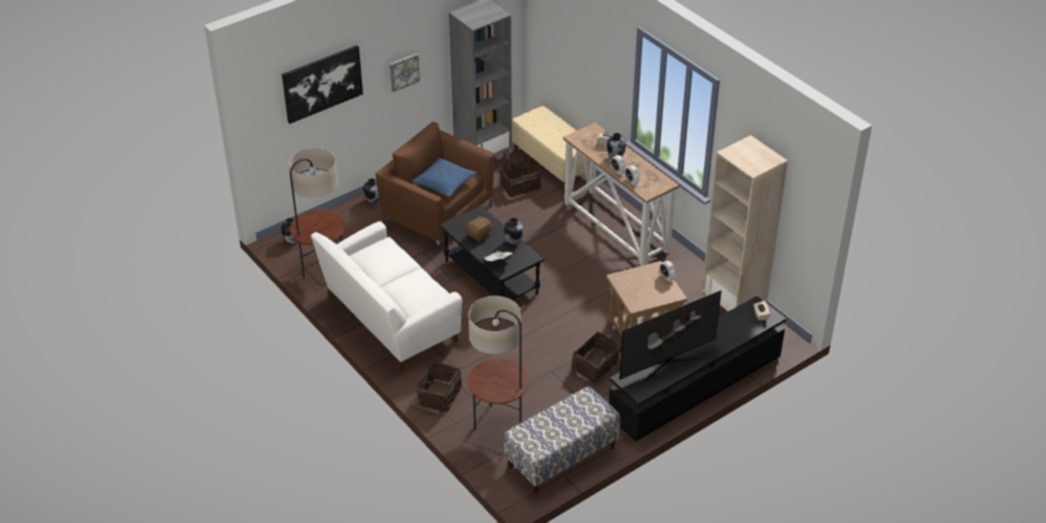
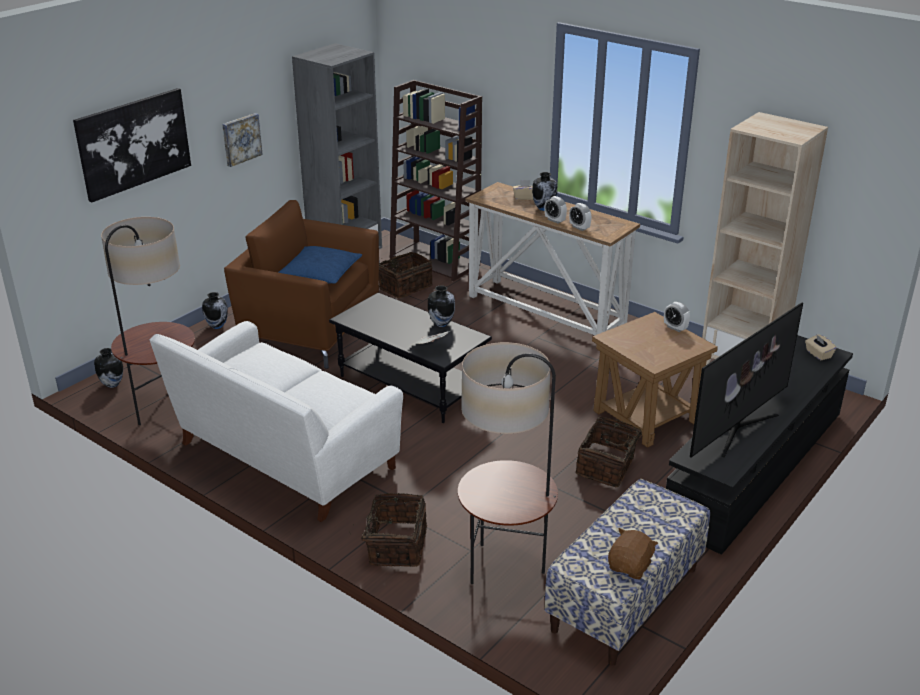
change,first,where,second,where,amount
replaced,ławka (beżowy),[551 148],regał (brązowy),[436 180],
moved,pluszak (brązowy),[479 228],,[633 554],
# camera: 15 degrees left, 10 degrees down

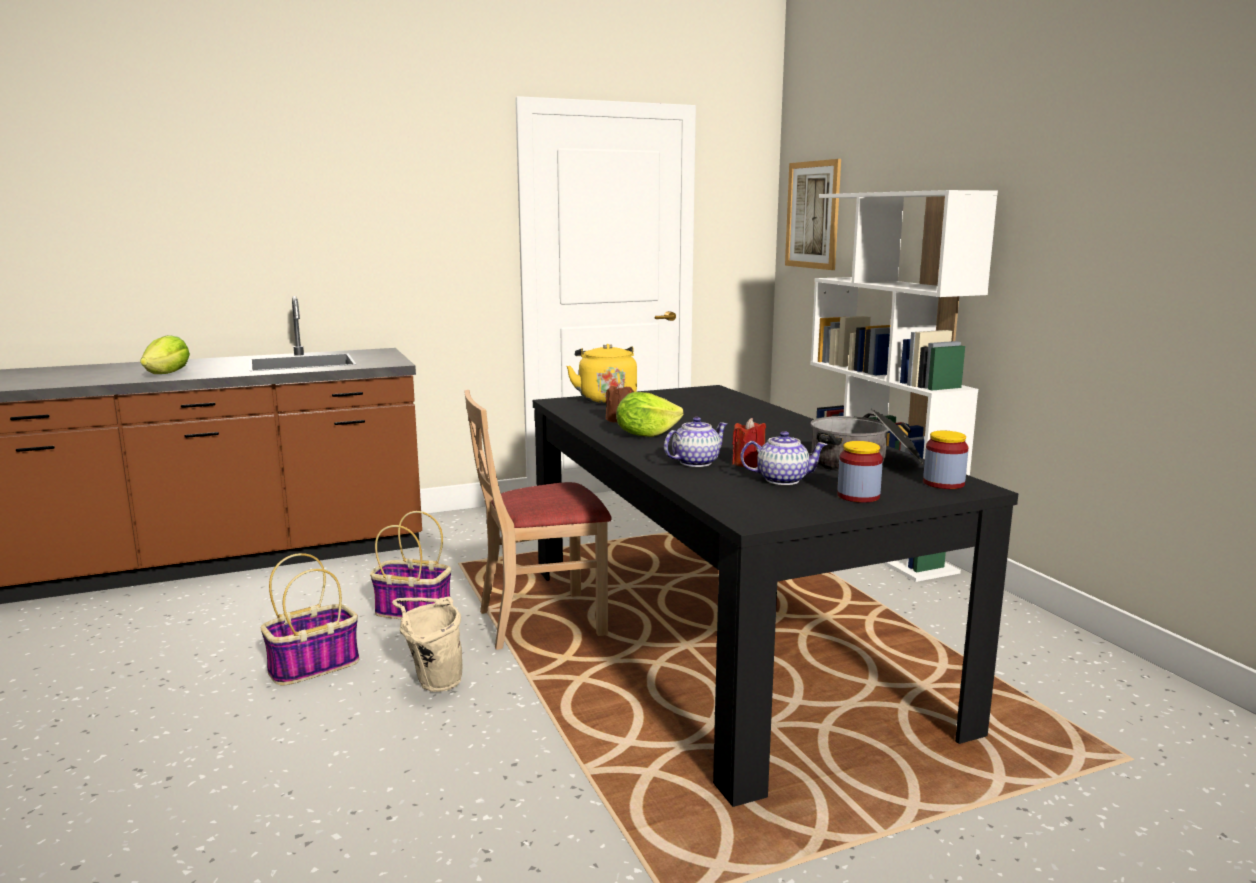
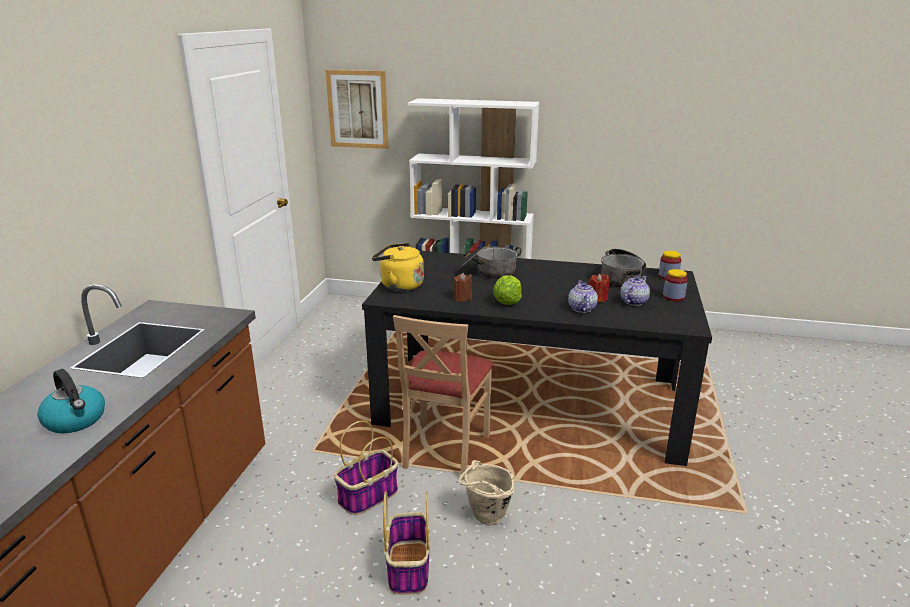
change,first,where,second,where,amount
replaced,sałata,[165 354],czajnik,[71 401],
added,,,garnek,[488 262],
# camera: 55 degrees left, 10 degrees up

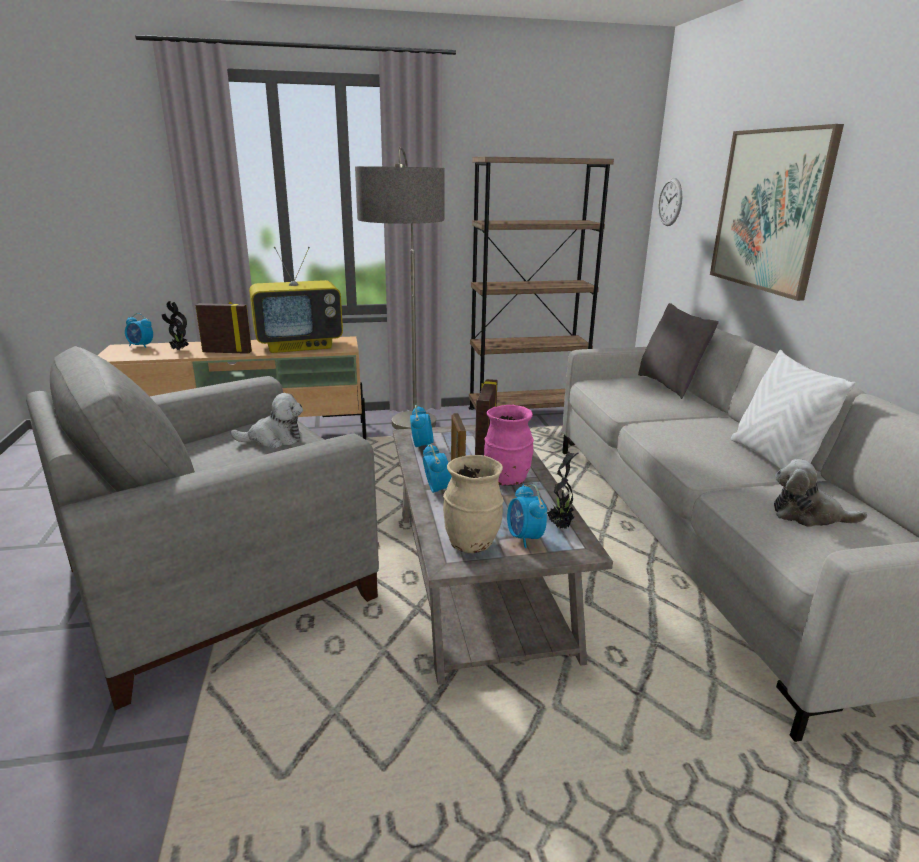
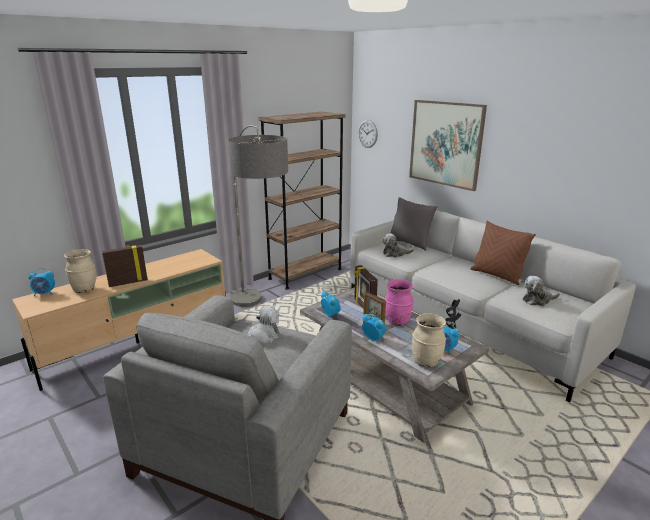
change,first,where,second,where,amount
replaced,roślina doniczkowa,[175 325],wazon (beżowy),[80 271],
added,,,pluszak,[398 245],
recoloured,poduszka (biały),[793 409],poduszka (brązowy),[503 253],
removed,telewizor,[296 300],,,
# camera: 30 degrees left, 0 degrees up

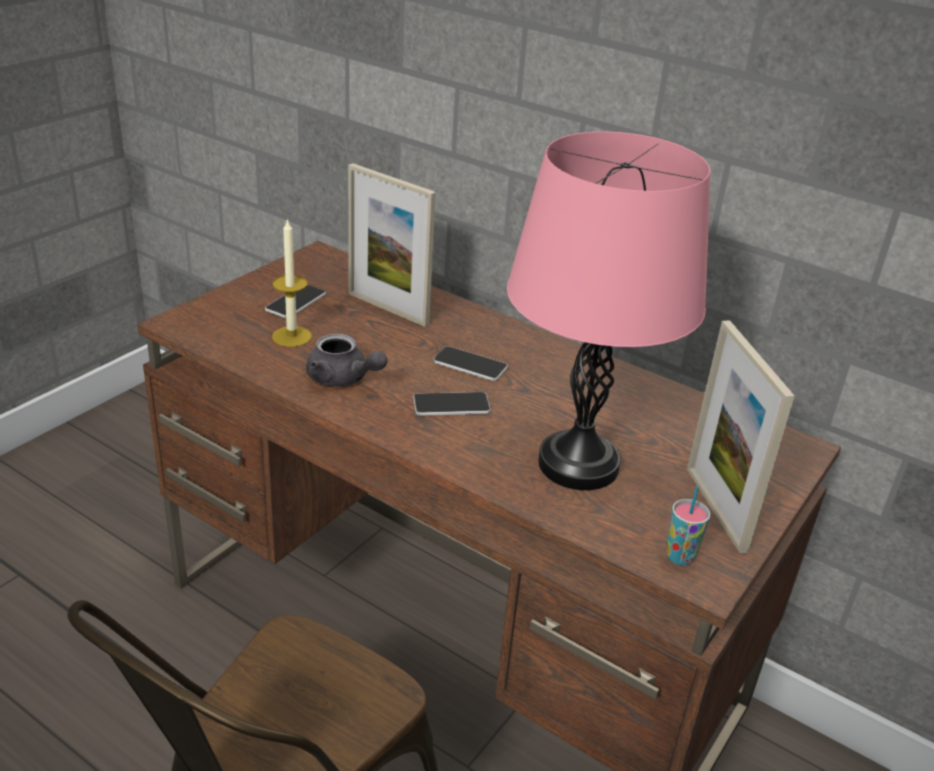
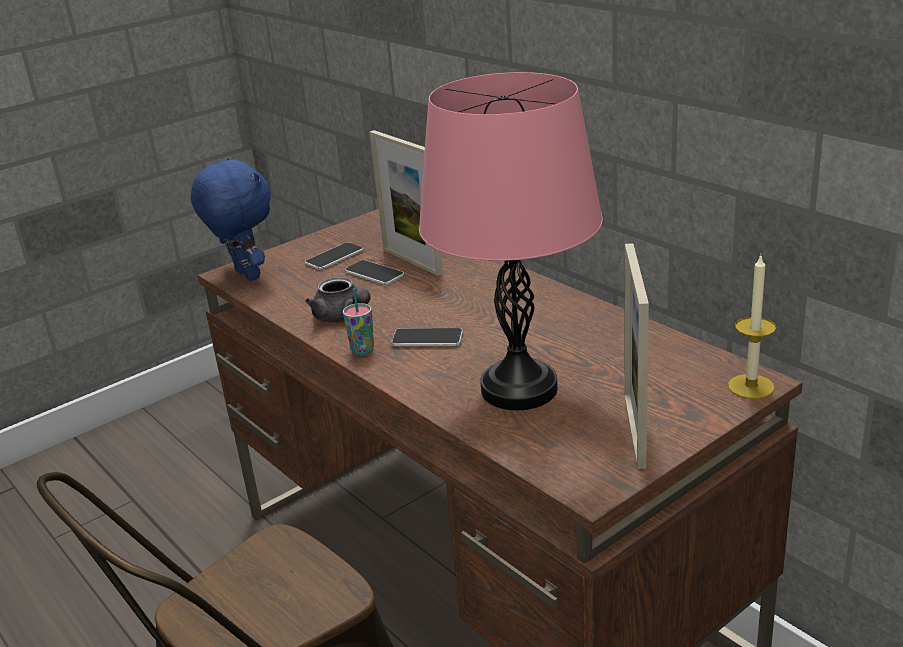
change,first,where,second,where,amount
added,,,pluszak (niebieski),[231 219],
moved,filiżanka,[688 525],,[358 322],
moved,telefon,[470 363],,[374 272],
moved,świeca,[292 282],,[752 327],
# camera: 20 degrees right, 5 degrees down

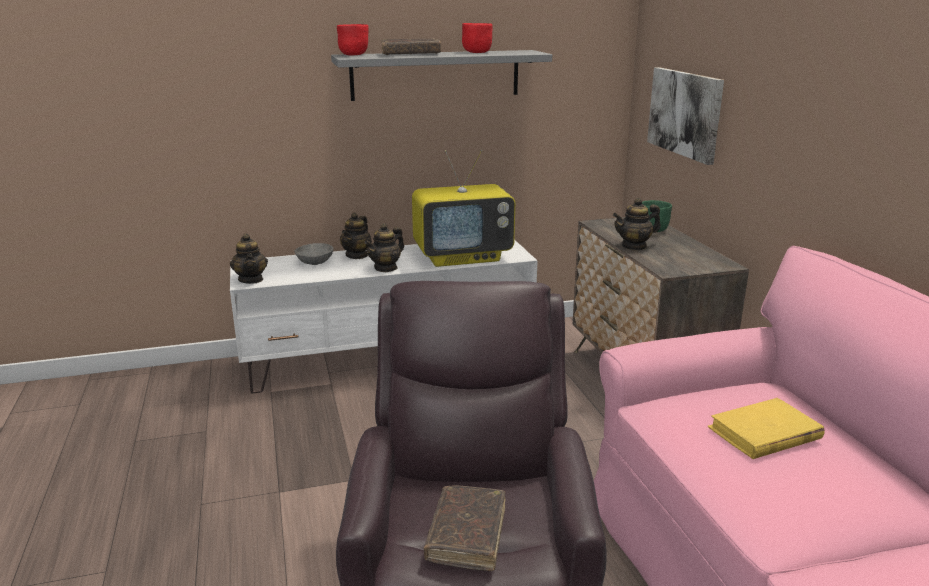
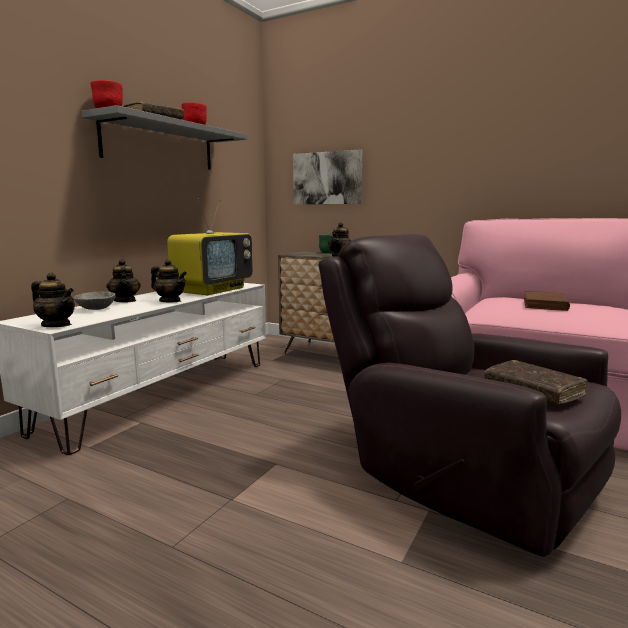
change,first,where,second,where,amount
turned,imbryk,[384 247],,[169 280],60 degrees counterclockwise
recoloured,książka (żółty),[766 428],książka (brązowy),[547 301],
# camera: 45 degrees left, 10 degrees down

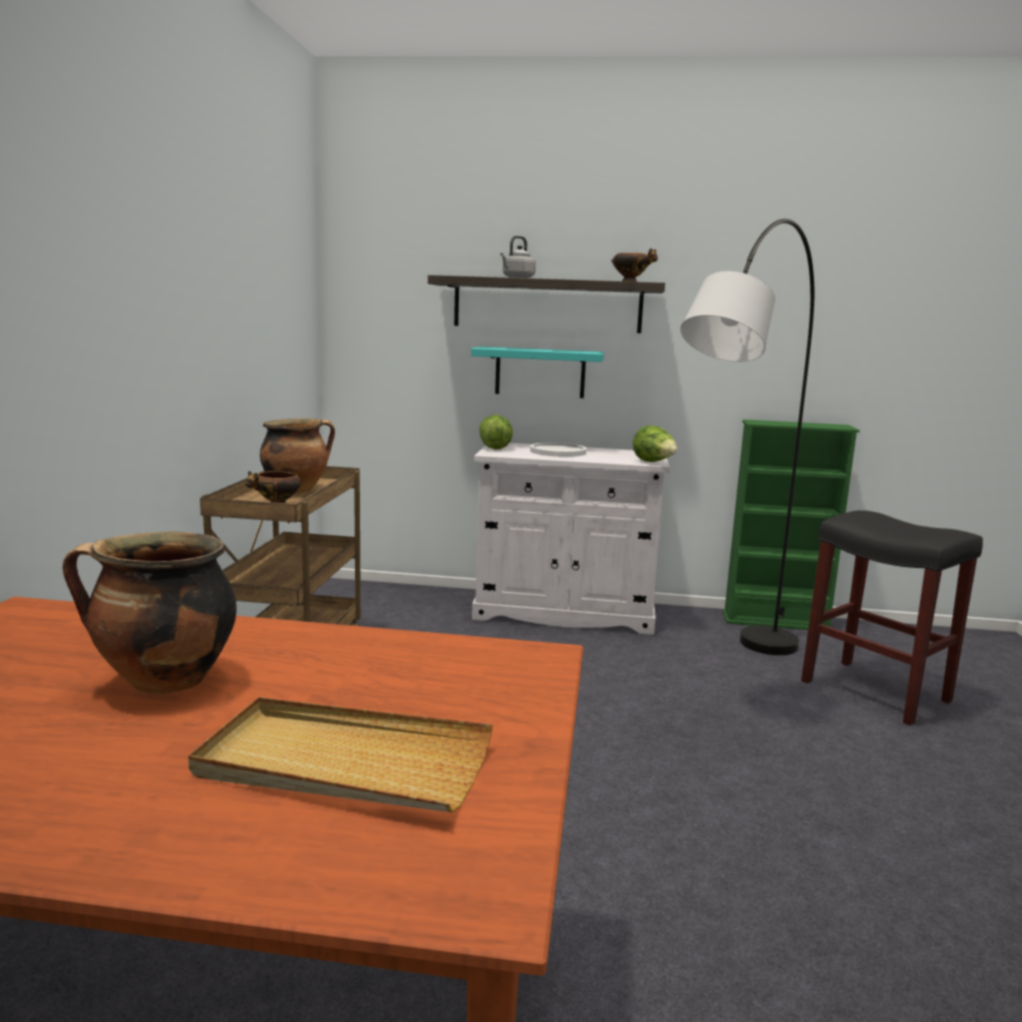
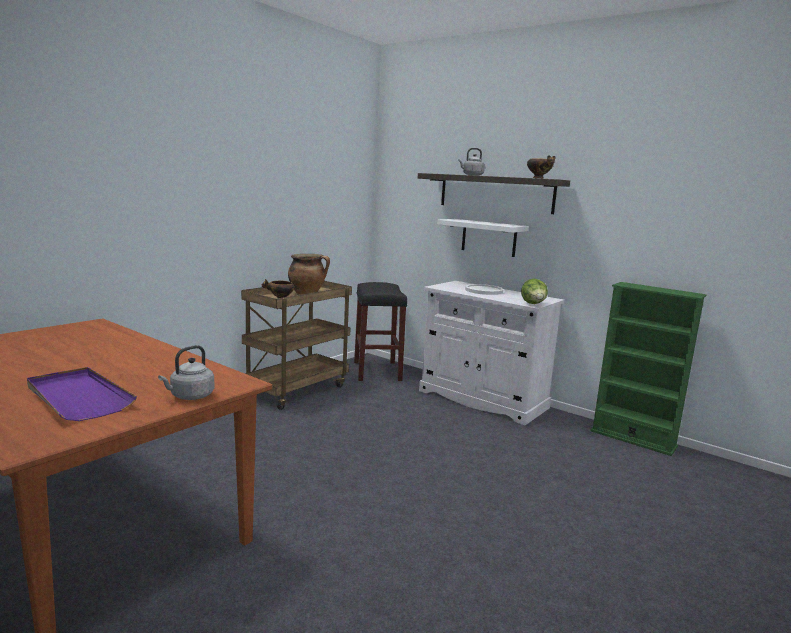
change,first,where,second,where,amount
recoloured,taca (beżowy),[340 754],taca (fioletowy),[82 394],
added,,,czajnik (szary),[186 372],
moved,stołek (czarny),[892 618],,[380 331],
recoloured,półka (turkusowy),[537 372],półka (biały),[483 238],
removed,garnek,[150 612],,,
removed,sałata,[496 432],,,
removed,lampa stojąca (szary),[747 437],,,
# camera: 30 degrees right, 0 degrees up

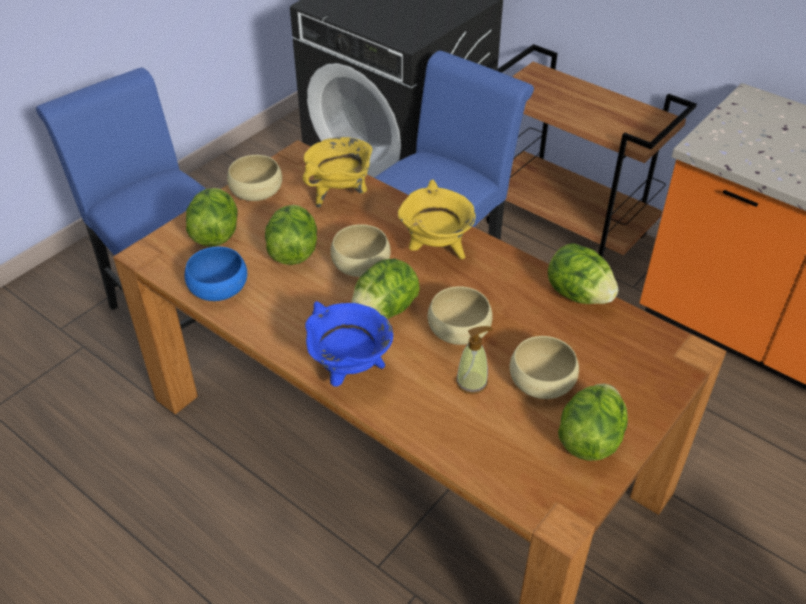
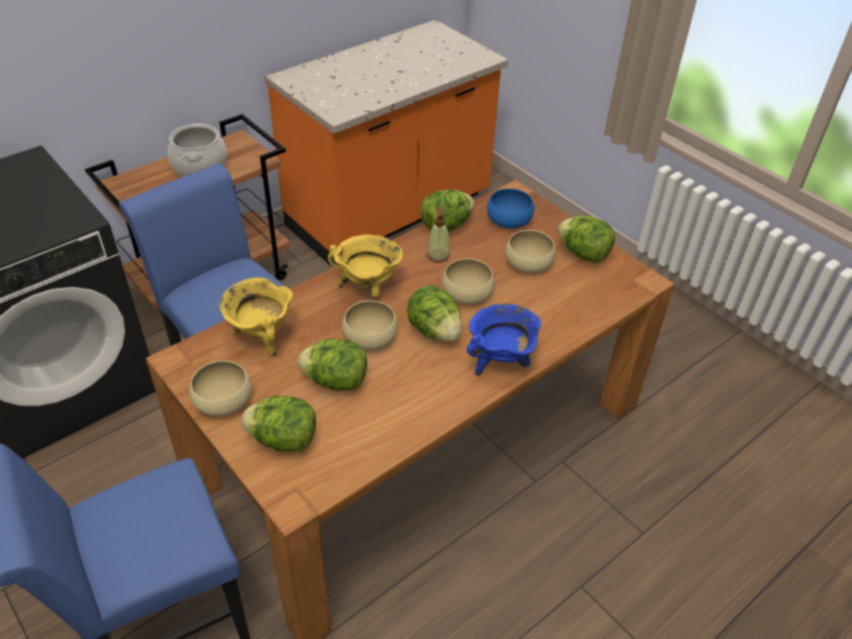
change,first,where,second,where,amount
added,,,garnek,[197 150],
moved,dozownik mydła,[474 360],,[438 234],
moved,miska (niebieski),[215 274],,[510 208],
# camera: 80 degrees left, 0 degrees up

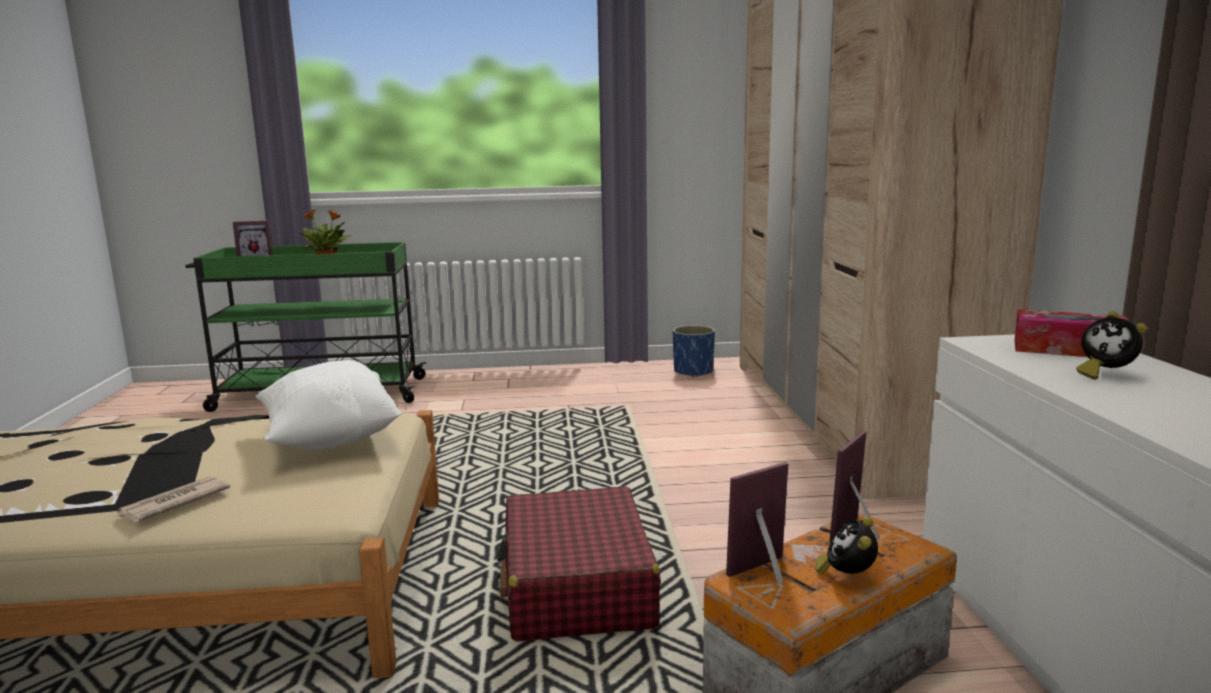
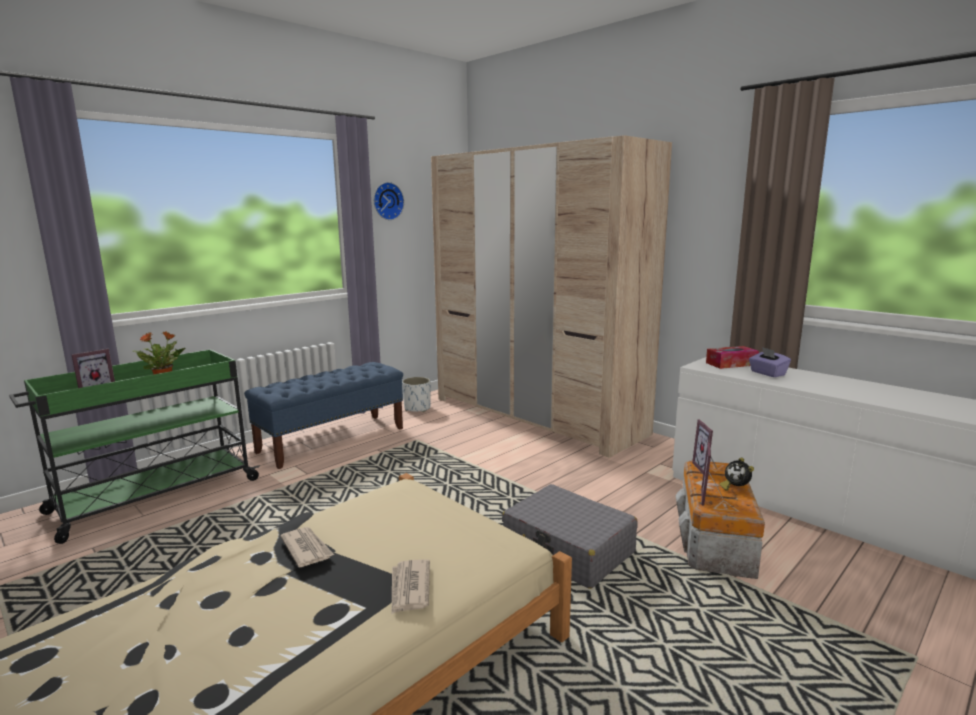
change,first,where,second,where,amount
added,,,ławka (niebieski),[323 415],
added,,,gazeta,[307 547],
added,,,zegar ścienny,[389 201],
recoloured,donica (niebieski),[694 351],donica (biały),[416 394],
recoloured,walizka (czerwony),[579 564],walizka (szary),[570 536],
replaced,budzik,[1111 345],pudełko chusteczek (fioletowy),[770 362],
removed,poduszka (biały),[329 405],,,
# camera: 40 degrees left, 0 degrees up

